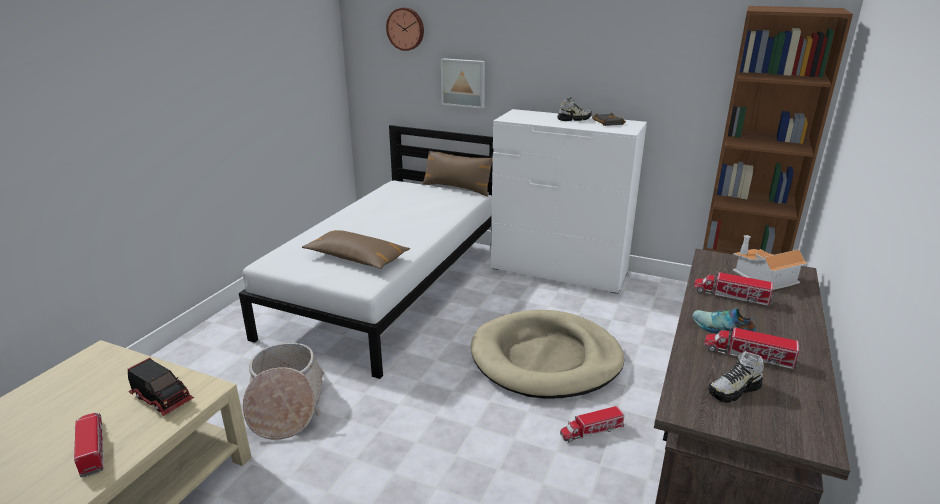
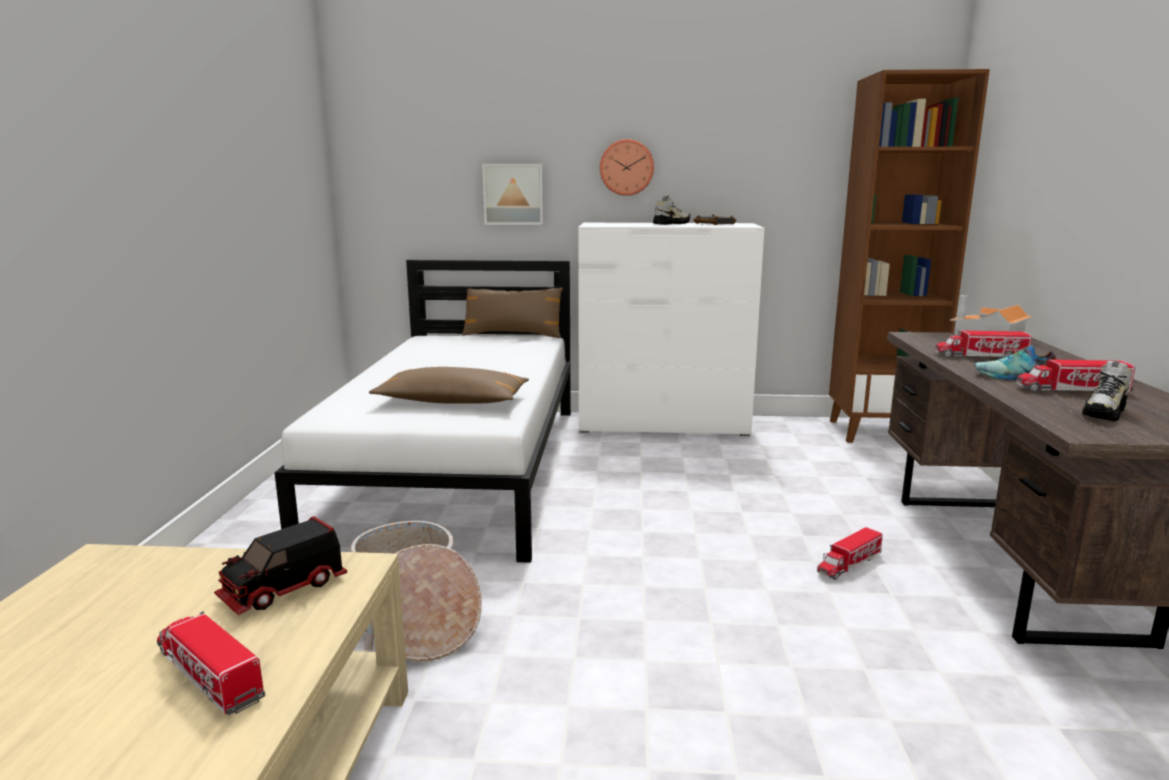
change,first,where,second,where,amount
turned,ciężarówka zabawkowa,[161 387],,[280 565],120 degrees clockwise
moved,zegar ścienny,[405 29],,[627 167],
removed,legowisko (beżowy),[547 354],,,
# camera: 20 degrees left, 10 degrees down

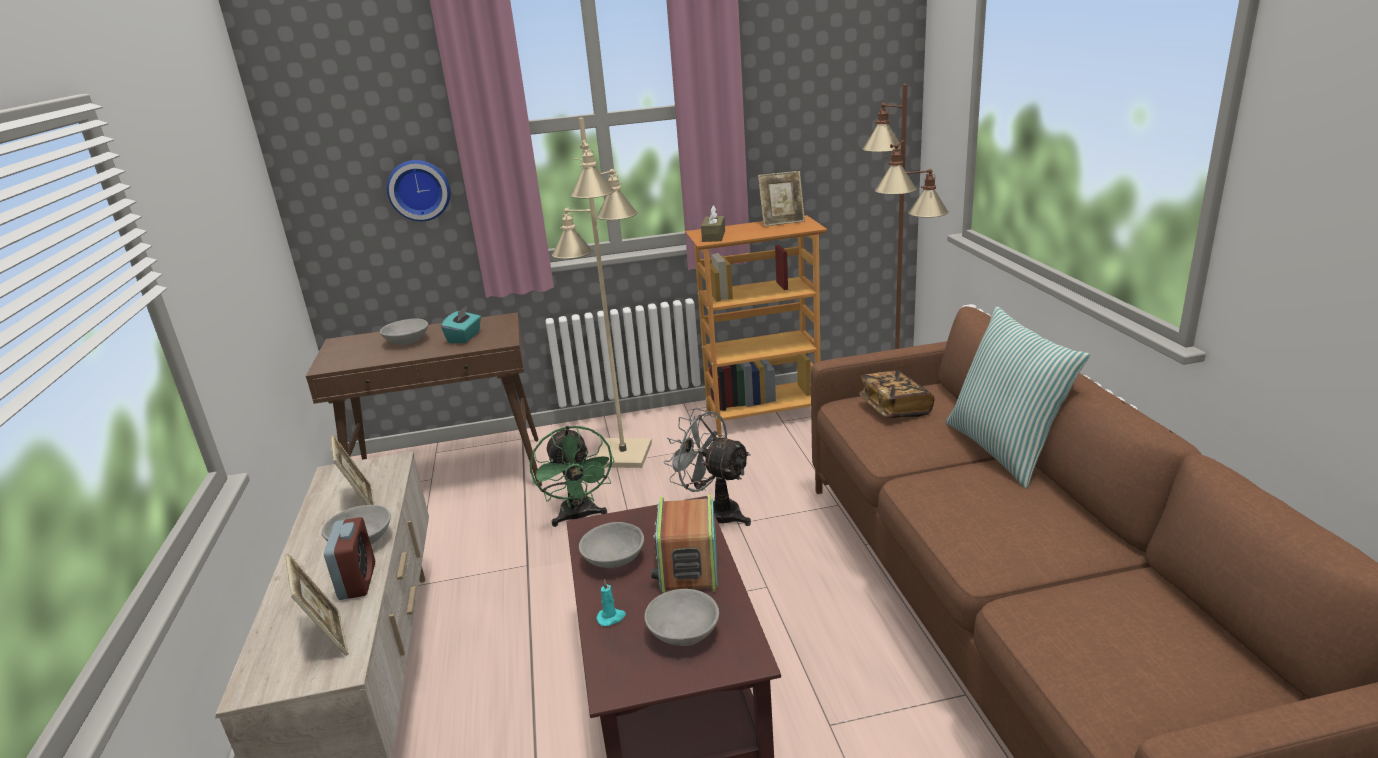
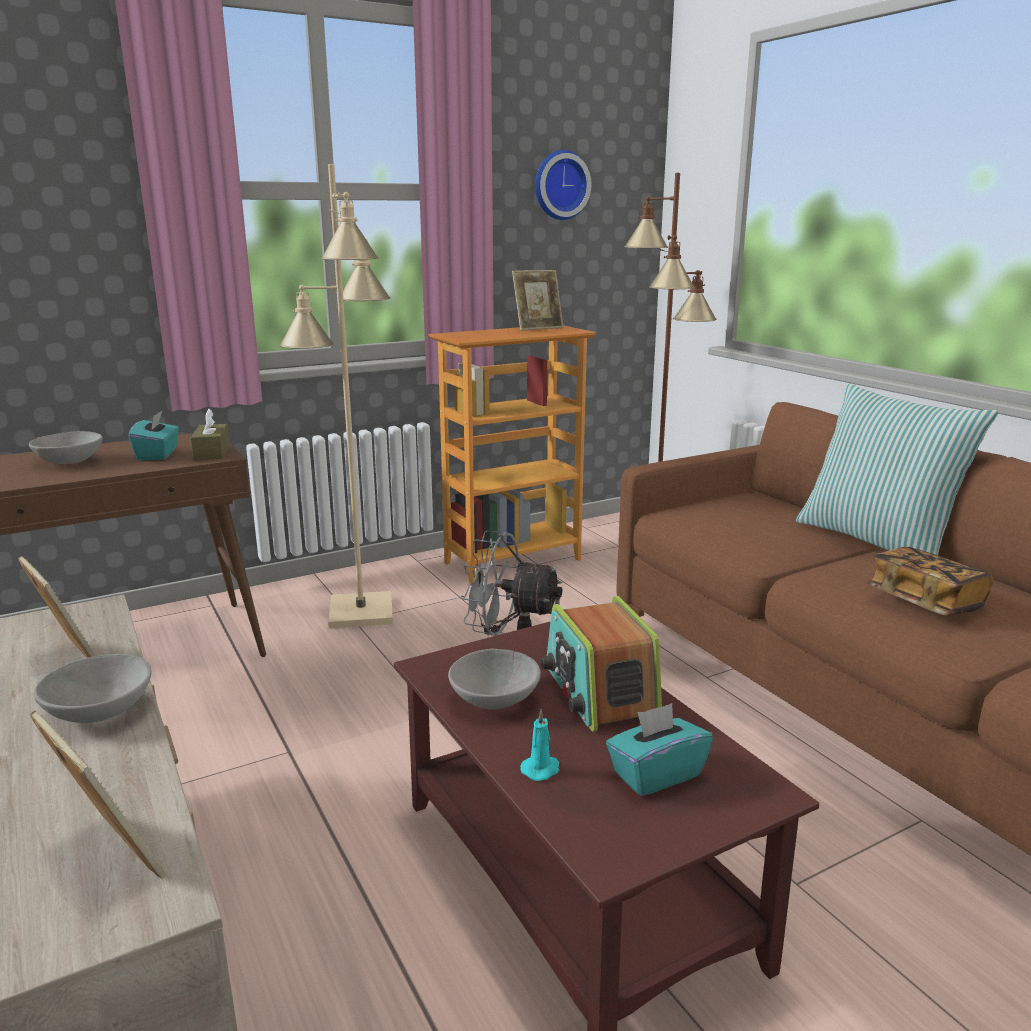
change,first,where,second,where,amount
moved,pudełko chusteczek (brązowy),[713 223],,[210 434],
moved,zegar ścienny,[419 190],,[563 185],
replaced,miska (szary),[681 617],pudełko chusteczek (turkusowy),[659 749],
moved,książka,[896 394],,[930 581],
removed,budzik,[349 558],,,
removed,wentylator (zielony),[572 476],,,
# camera: 20 degrees left, 5 degrees down

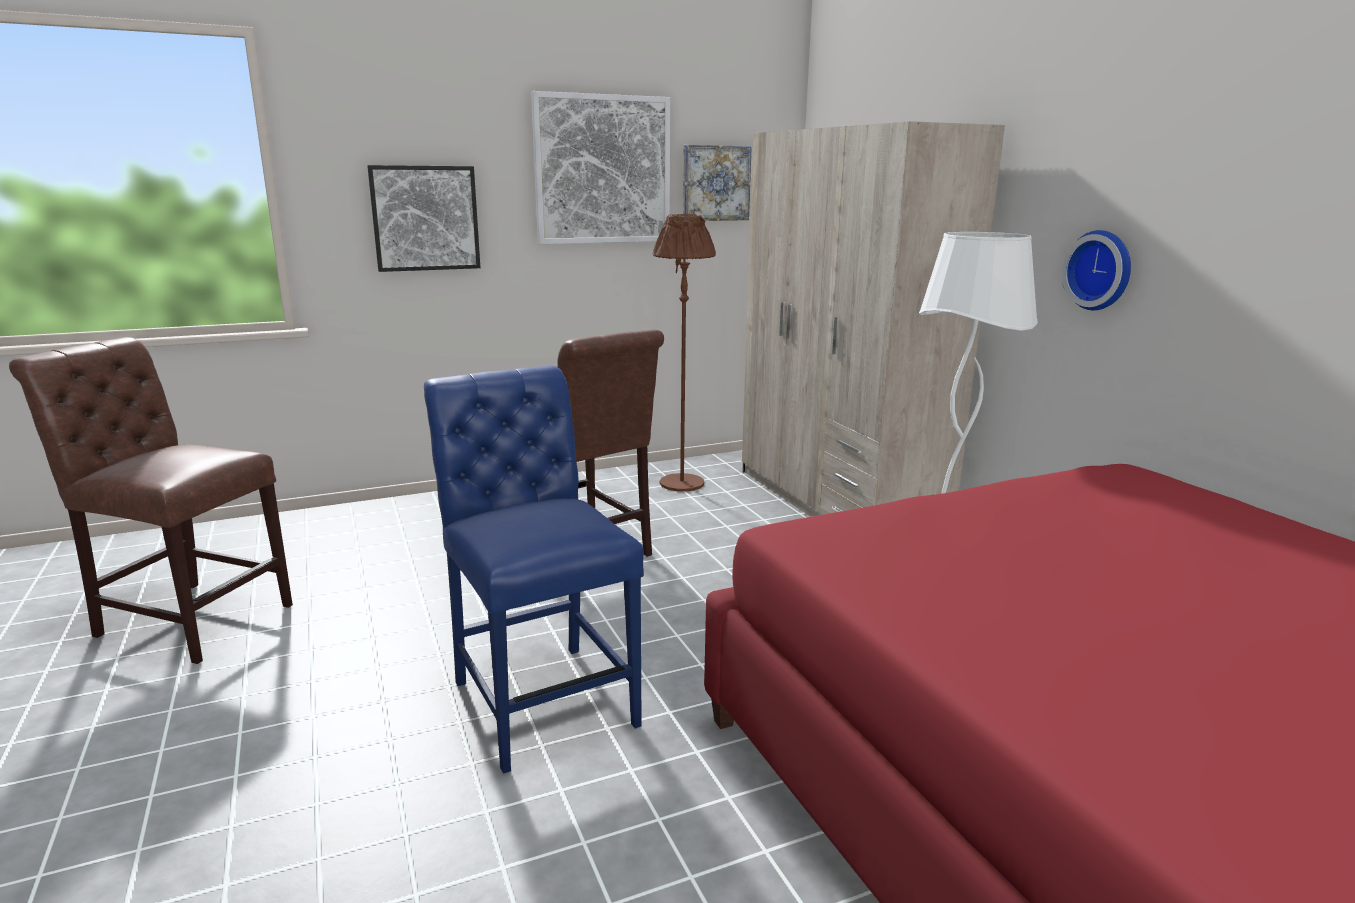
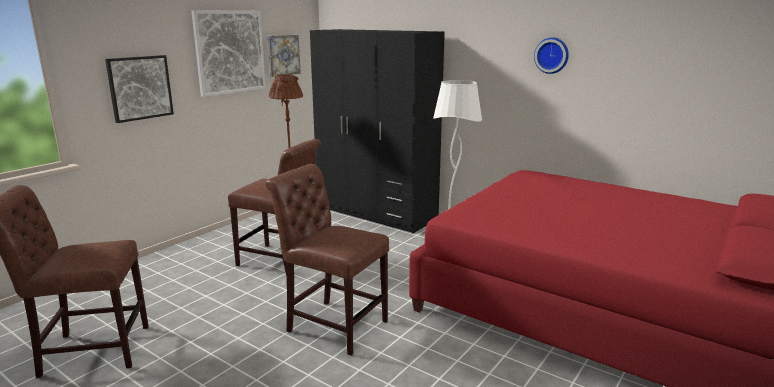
change,first,where,second,where,amount
recoloured,krzesło (niebieski),[534 570],krzesło (brązowy),[327 260],
recoloured,szafa (beżowy),[873 319],szafa (czarny),[377 131],
moved,zegar ścienny,[1096 270],,[551 56],
# camera: 30 degrees left, 0 degrees up

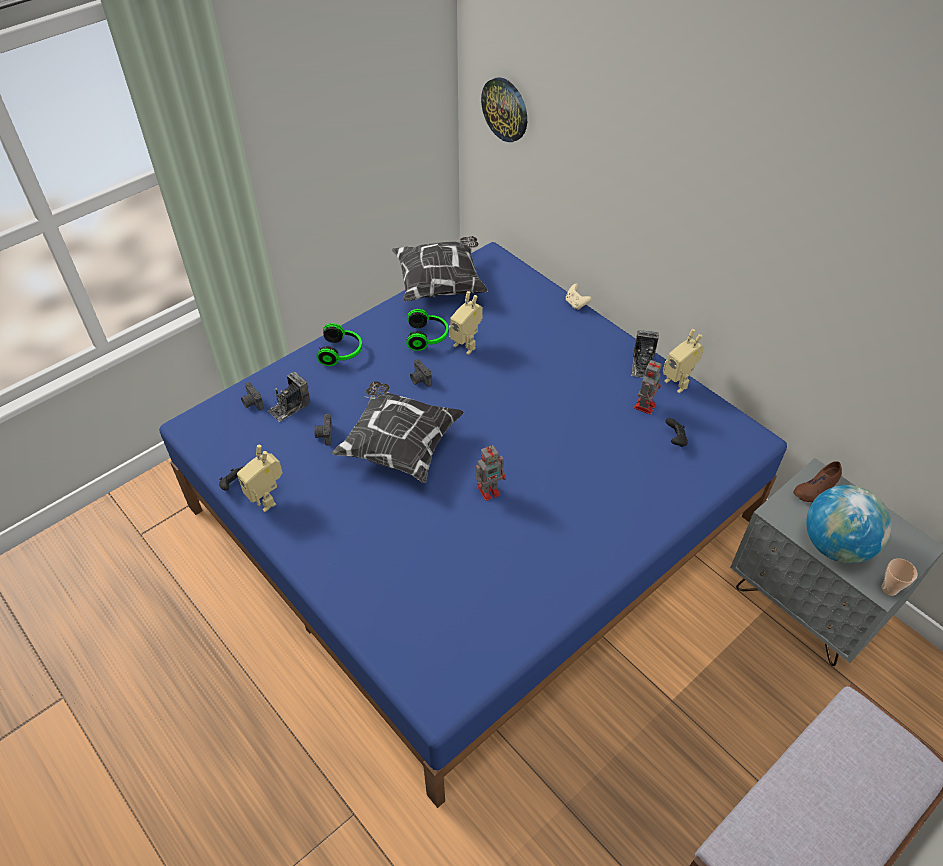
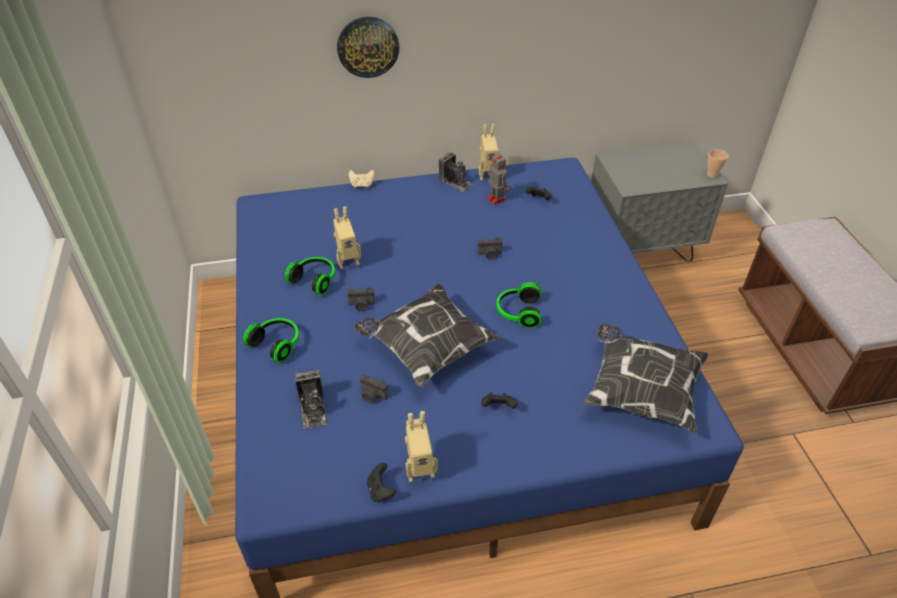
change,first,where,second,where,amount
moved,zegar ścienny,[504 109],,[368 47],
moved,aparat fotograficzny,[252 396],,[490 248],
added,,,pad do gier (czarny),[499 401],
replaced,robot zabawkowy,[490 473],słuchawki,[519 304],
moved,poduszka,[440 269],,[646 379],
removed,but (brązowy),[817 481],,,
removed,globus,[848 524],,,
# camera: 60 degrees left, 5 degrees down

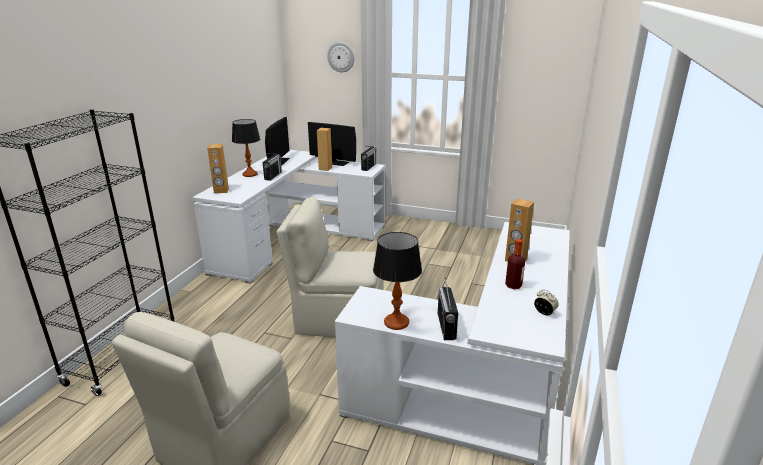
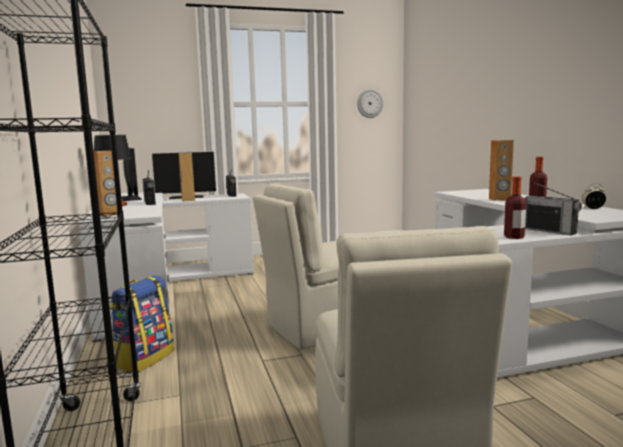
change,first,where,second,where,amount
added,,,plecak,[142 323],
moved,zegar ścienny,[340 57],,[370 103],
replaced,lampa stołowa,[397 281],butelka,[515 207],
# camera: 35 degrees left, 15 degrees down

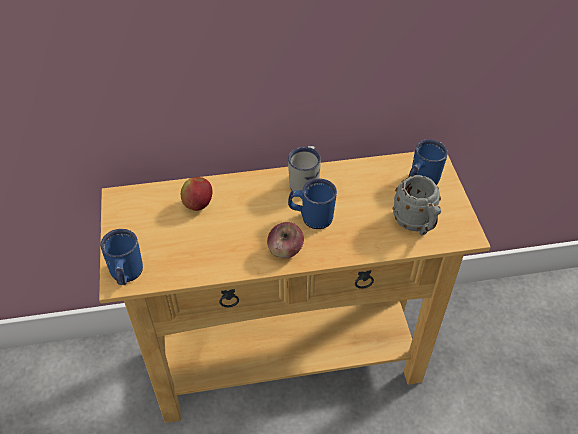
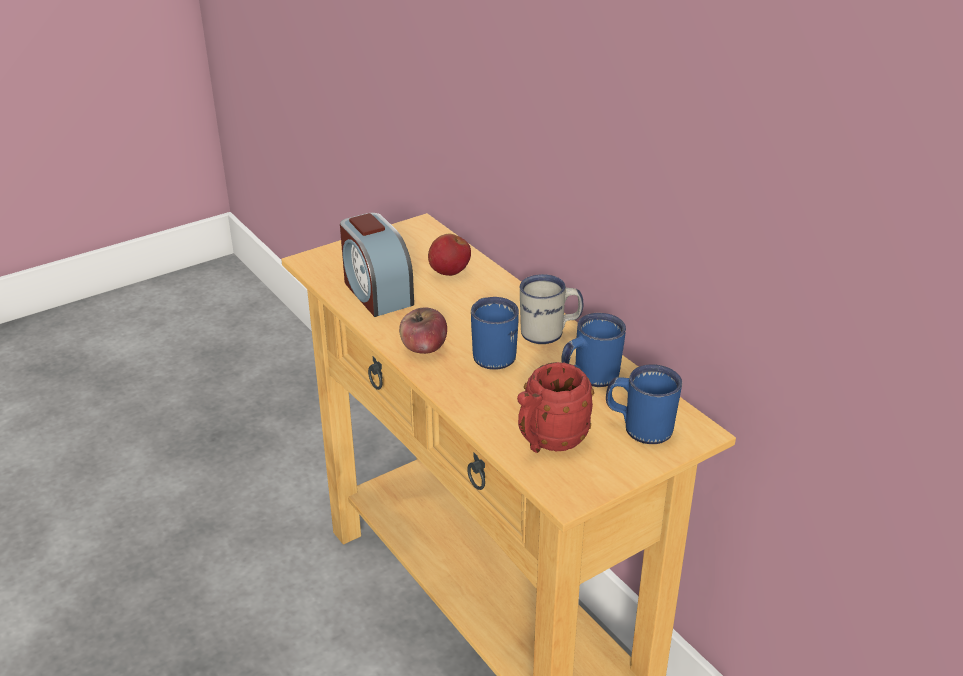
change,first,where,second,where,amount
added,,,budzik,[377 265],
recoloured,kubek (szary),[417 205],kubek (czerwony),[555 407],
moved,kubek (niebieski),[121 257],,[593 350],
# camera: 65 degrees right, 15 degrees down

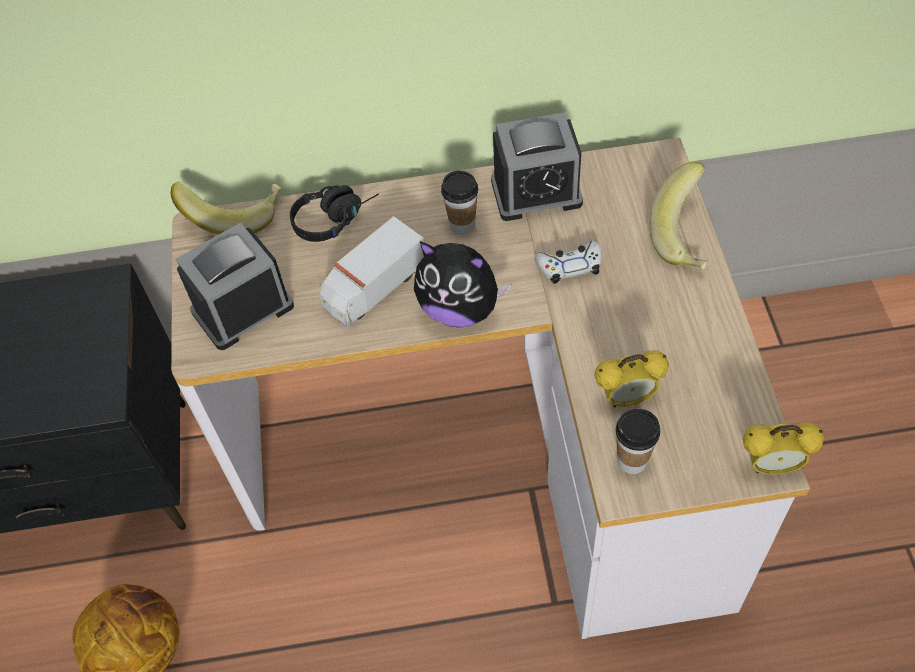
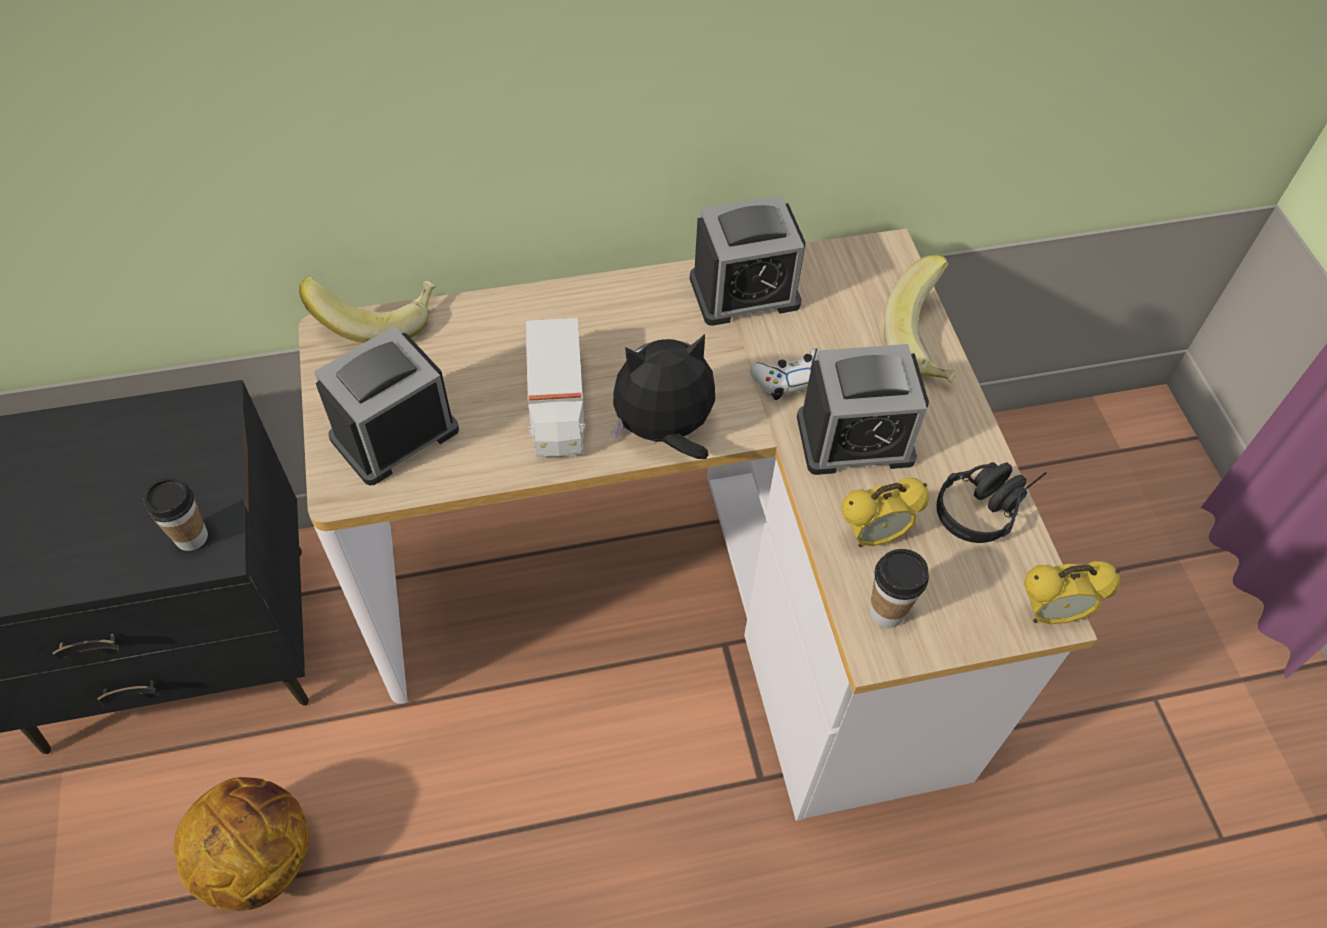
change,first,where,second,where,amount
moved,filiżanka,[459 203],,[176 514],
turned,ciężarówka zabawkowa,[372 271],,[555 387],45 degrees counterclockwise
turned,pluszak,[462 284],,[663 396],150 degrees clockwise
added,,,budzik,[863 409],
moved,słuchawki (czarny),[334 213],,[992 502],
# camera: 10 degrees left, 0 degrees up

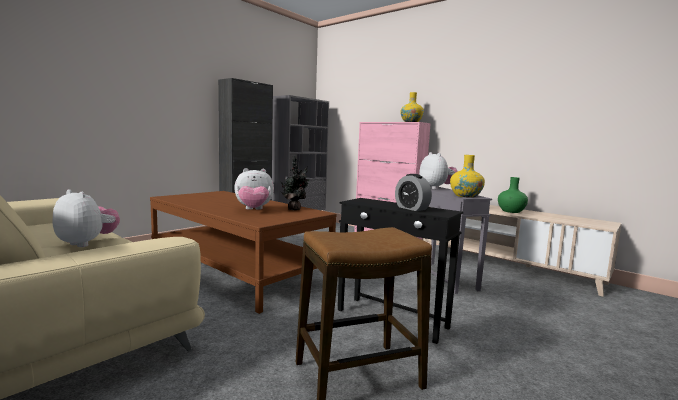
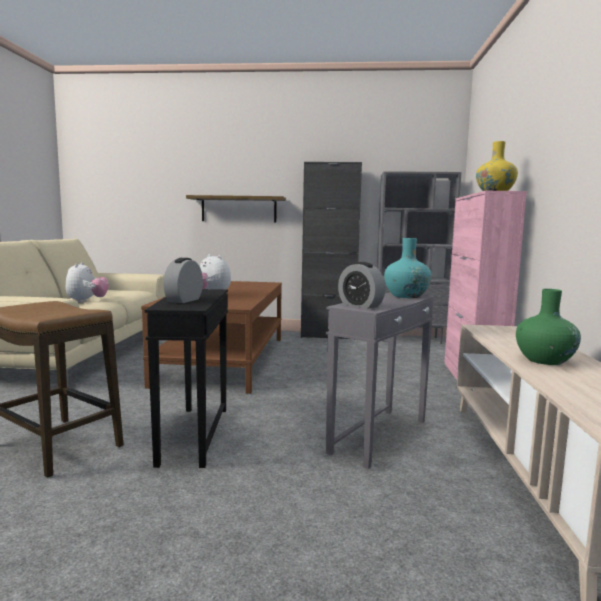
change,first,where,second,where,amount
added,,,półka,[236 209],
replaced,wazon (żółty),[467 176],budzik,[361 285],
replaced,pluszak,[438 170],wazon (turkusowy),[408 268],
removed,roślina doniczkowa,[294 183],,,
# camera: 55 degrees right, 0 degrees up

